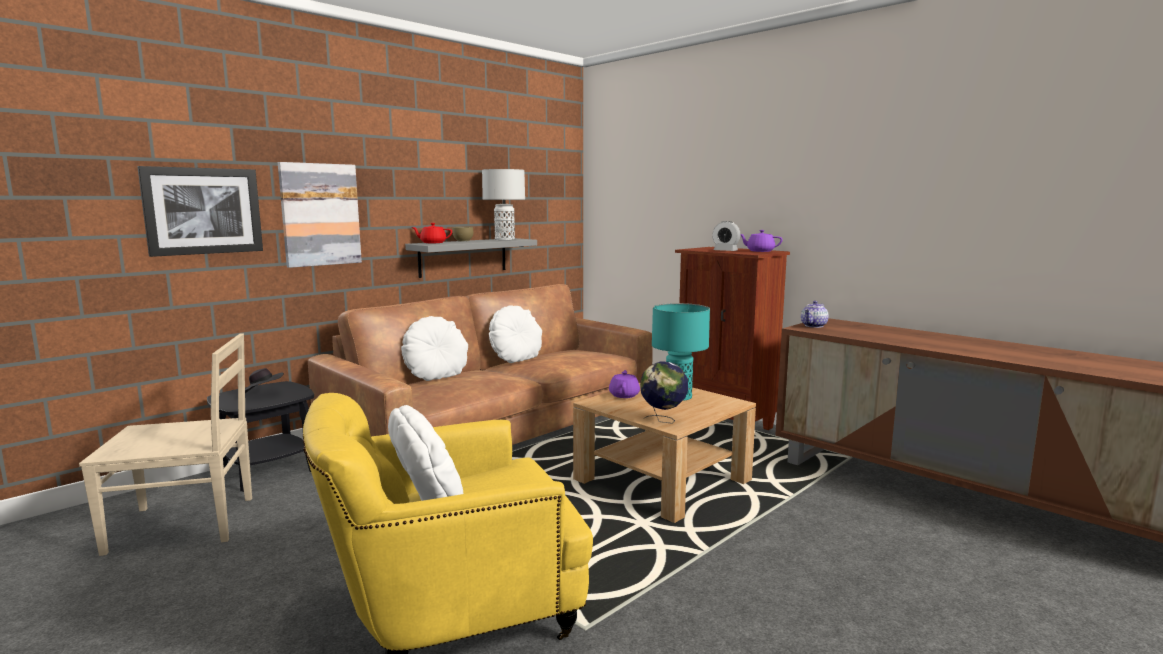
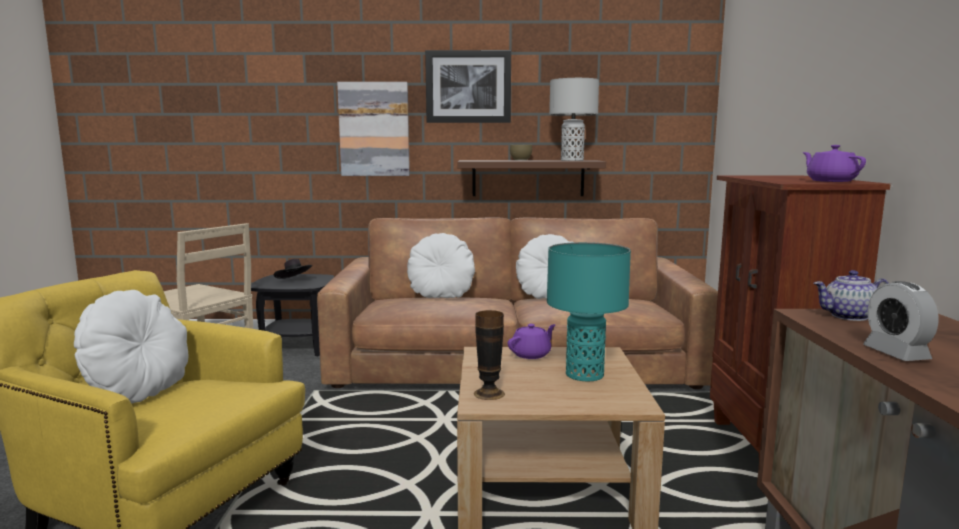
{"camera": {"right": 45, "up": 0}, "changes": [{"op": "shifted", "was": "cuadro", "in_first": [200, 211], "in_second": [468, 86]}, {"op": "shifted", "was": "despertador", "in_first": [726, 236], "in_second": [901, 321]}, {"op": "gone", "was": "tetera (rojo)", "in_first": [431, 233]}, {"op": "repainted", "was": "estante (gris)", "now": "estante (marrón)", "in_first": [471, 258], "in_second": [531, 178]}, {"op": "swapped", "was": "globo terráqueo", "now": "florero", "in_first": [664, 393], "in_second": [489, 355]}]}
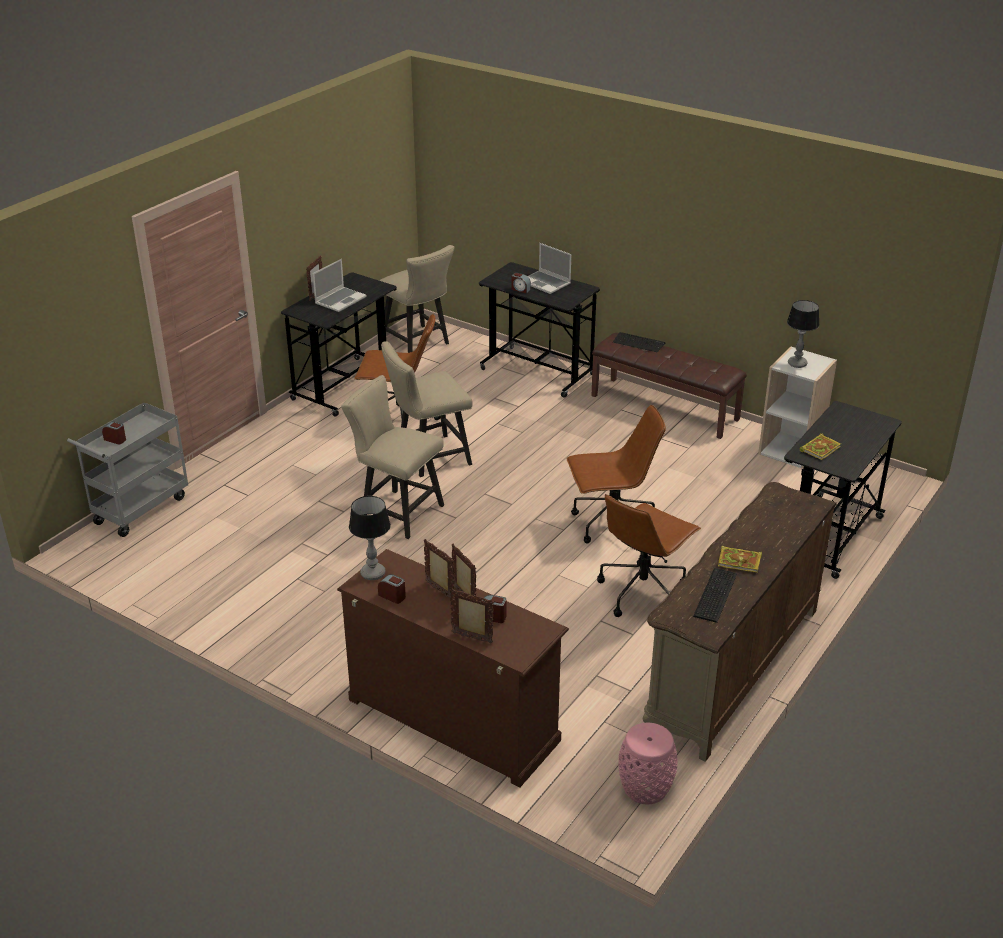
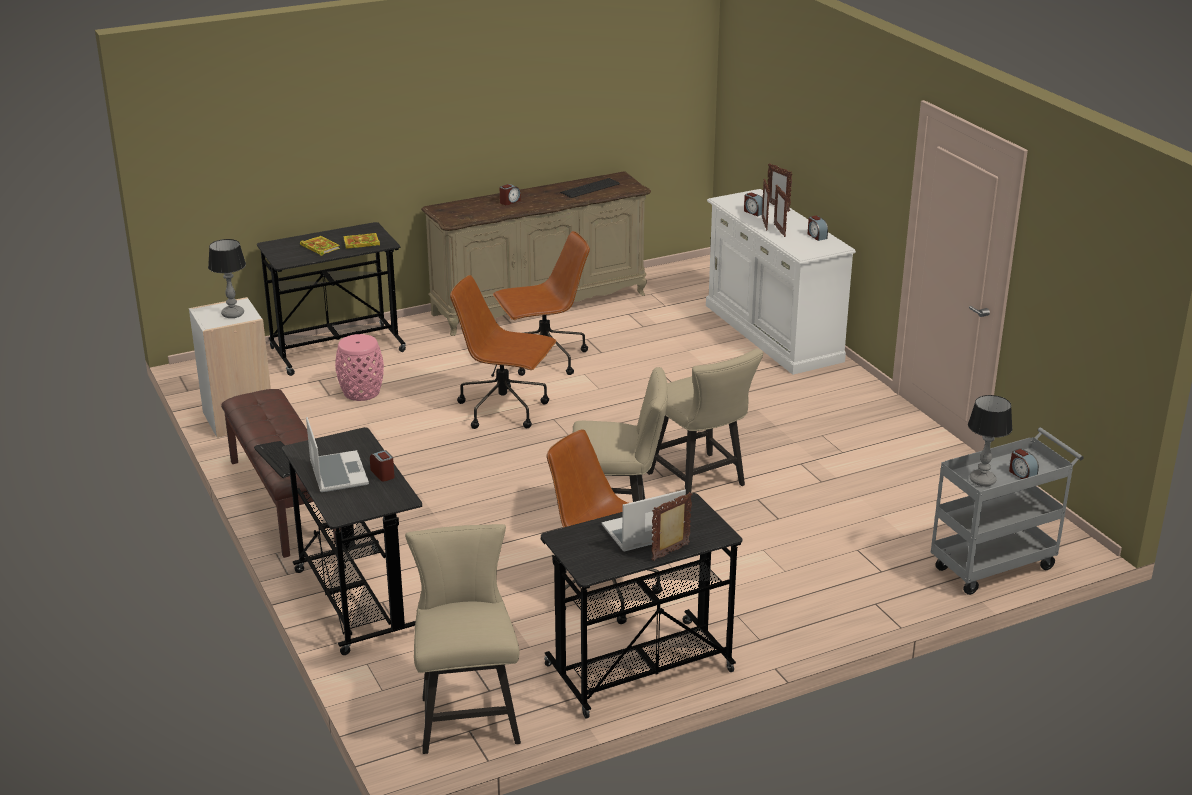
{"camera": {"right": -150, "up": -5}, "changes": [{"op": "shifted", "was": "lámpara de mesa", "in_first": [370, 538], "in_second": [990, 440]}, {"op": "shifted", "was": "libro", "in_first": [740, 559], "in_second": [320, 246]}, {"op": "repainted", "was": "armario (marrón)", "now": "armario (blanco)", "in_first": [453, 668], "in_second": [781, 282]}, {"op": "shifted", "was": "taburete (rosa)", "in_first": [648, 763], "in_second": [359, 367]}, {"op": "new", "now": "despertador", "in_second": [510, 194]}]}
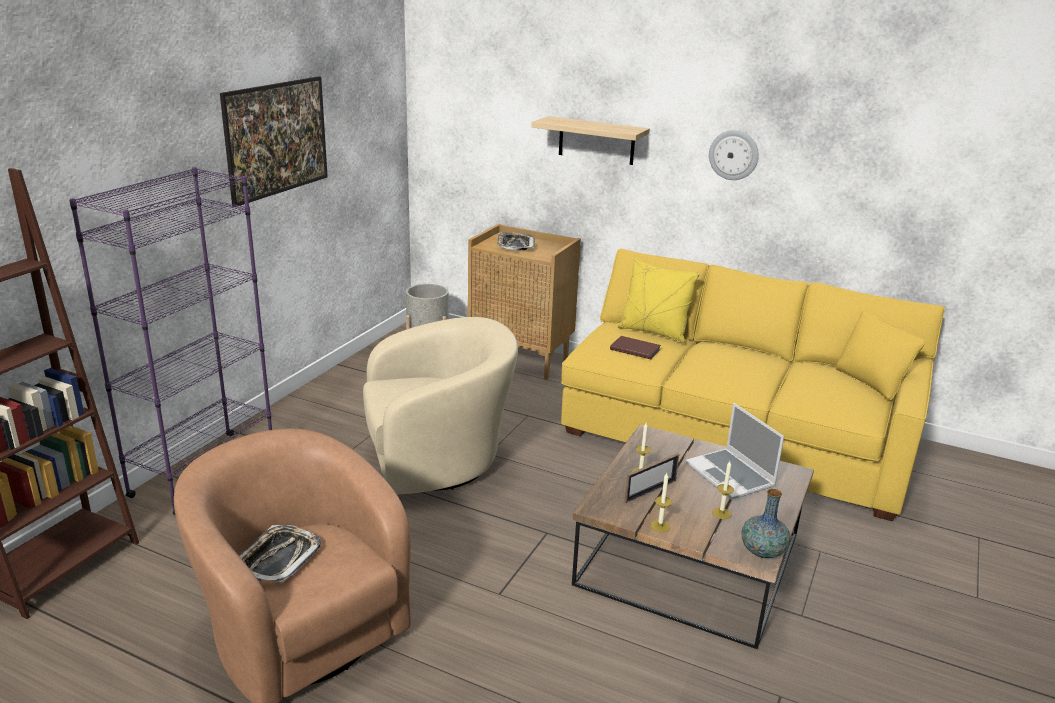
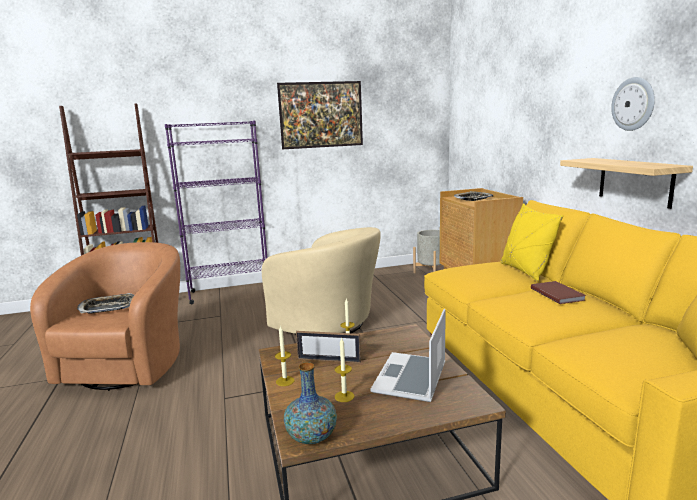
{"camera": {"right": 50, "up": -10}, "changes": [{"op": "shifted", "was": "estante", "in_first": [590, 140], "in_second": [626, 183]}, {"op": "shifted", "was": "libro (marrón)", "in_first": [635, 348], "in_second": [558, 292]}]}
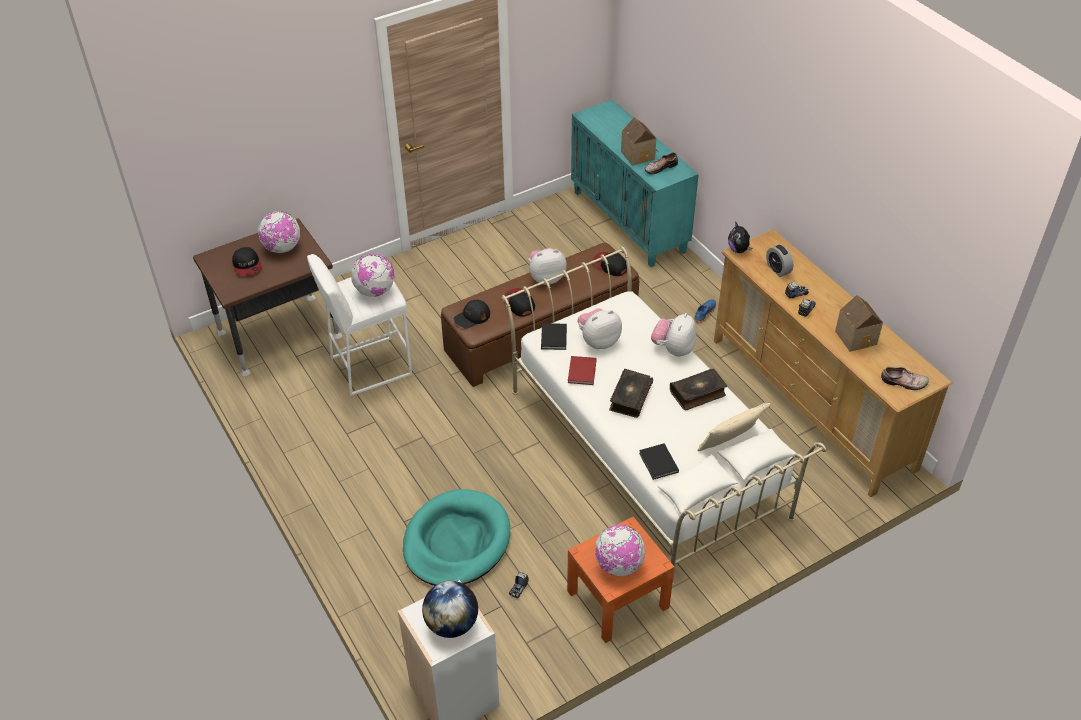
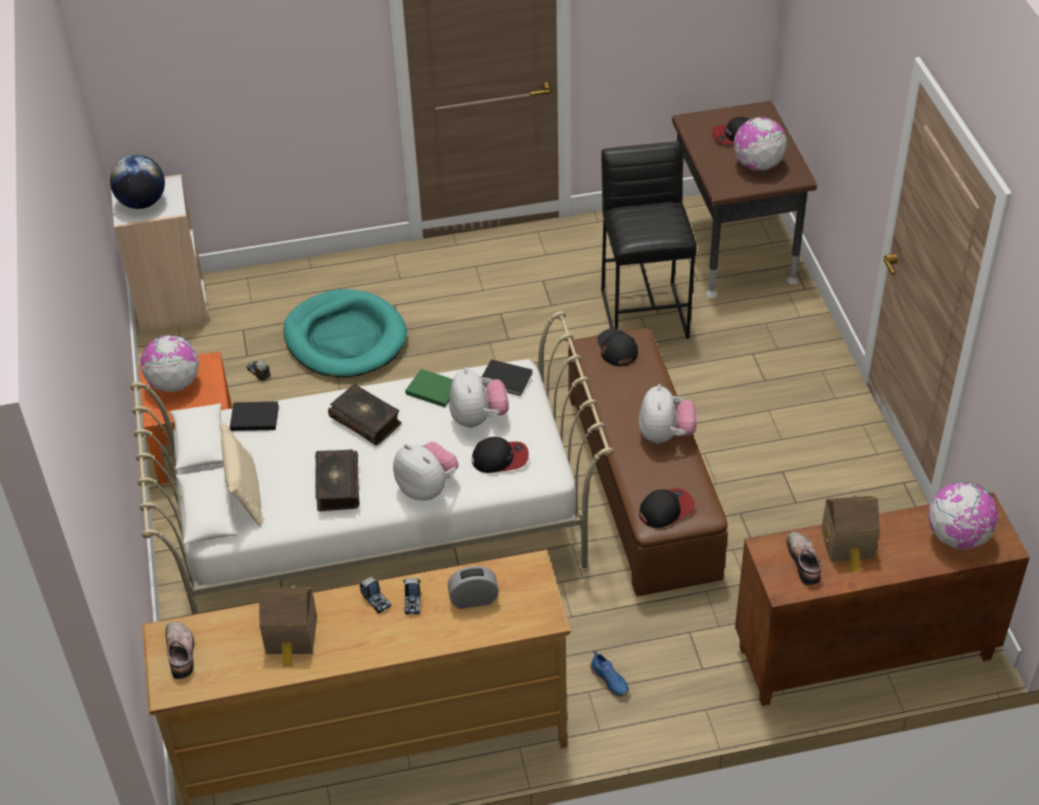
{"camera": {"right": 110, "up": 0}, "changes": [{"op": "repainted", "was": "armario (turquesa)", "now": "armario (marrón)", "in_first": [635, 183], "in_second": [882, 599]}, {"op": "gone", "was": "peluche", "in_first": [740, 237]}, {"op": "shifted", "was": "globo terráqueo", "in_first": [373, 275], "in_second": [964, 516]}, {"op": "repainted", "was": "taburete (blanco)", "now": "taburete (negro)", "in_first": [359, 325], "in_second": [649, 240]}, {"op": "shifted", "was": "gorra", "in_first": [519, 302], "in_second": [500, 455]}, {"op": "repainted", "was": "libro (rojo)", "now": "libro (verde)", "in_first": [582, 370], "in_second": [429, 388]}, {"op": "rotated", "was": "zapato", "in_first": [905, 378], "in_second": [179, 650], "clockwise": 135}]}
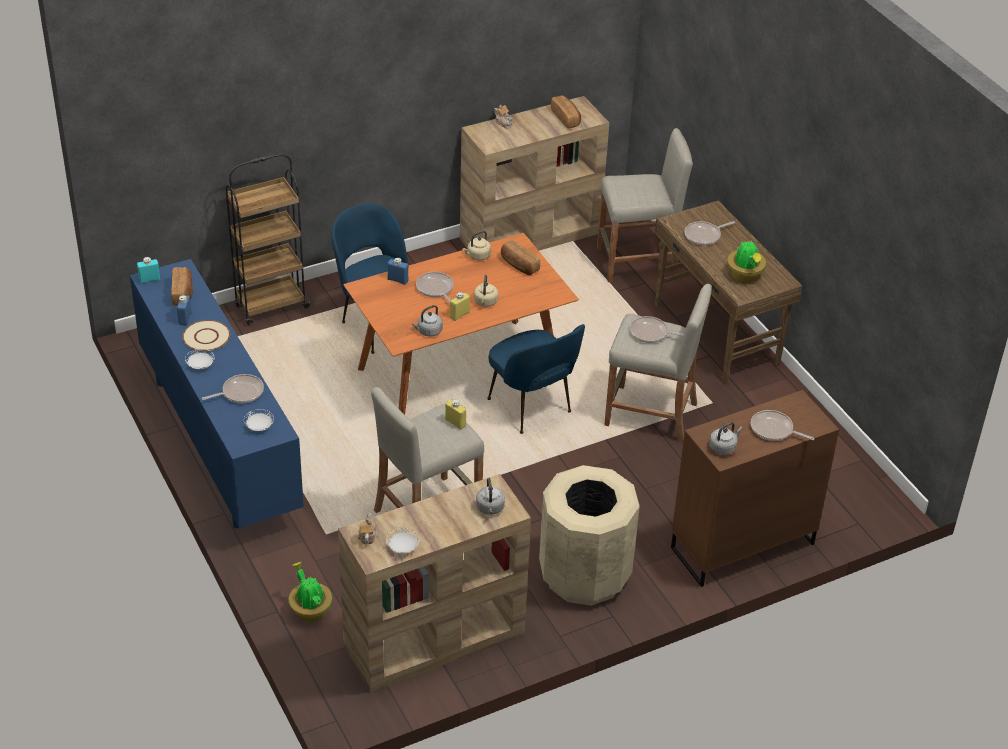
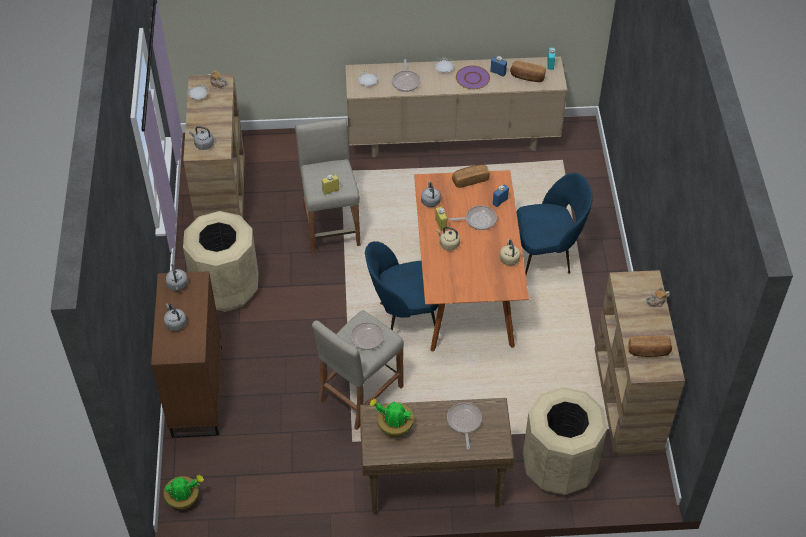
{"camera": {"right": 115, "up": 10}, "changes": [{"op": "swapped", "was": "taburete (beis)", "now": "papelera (beis)", "in_first": [645, 205], "in_second": [565, 441]}, {"op": "gone", "was": "carrito (marrón)", "in_first": [269, 239]}, {"op": "shifted", "was": "pan", "in_first": [520, 257], "in_second": [471, 176]}, {"op": "repainted", "was": "armario (azul)", "now": "armario (beis)", "in_first": [217, 393], "in_second": [456, 107]}, {"op": "repainted", "was": "plato (beis)", "now": "plato (morado)", "in_first": [206, 335], "in_second": [473, 77]}, {"op": "swapped", "was": "sartén", "now": "hervidor (gris)", "in_first": [782, 425], "in_second": [175, 317]}, {"op": "shifted", "was": "planta en maceta", "in_first": [310, 592], "in_second": [184, 492]}]}
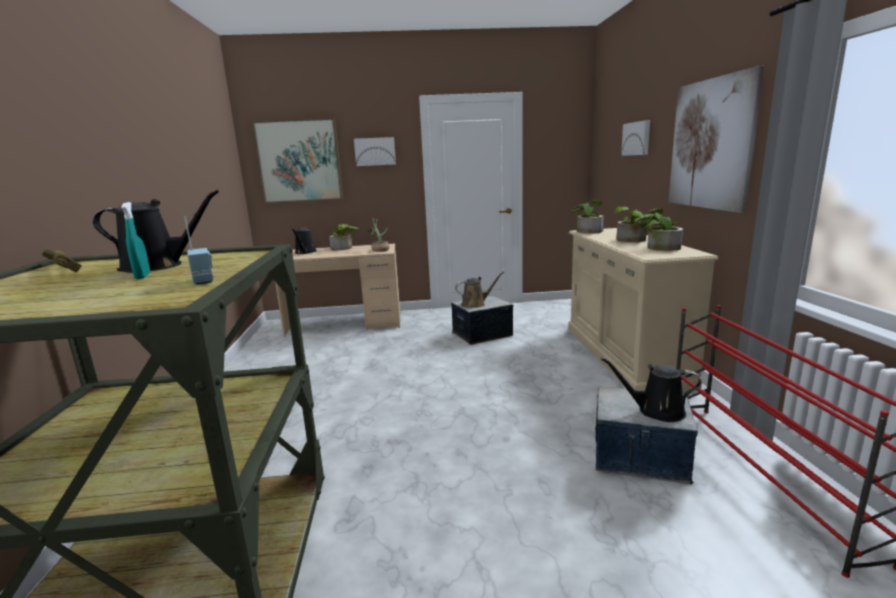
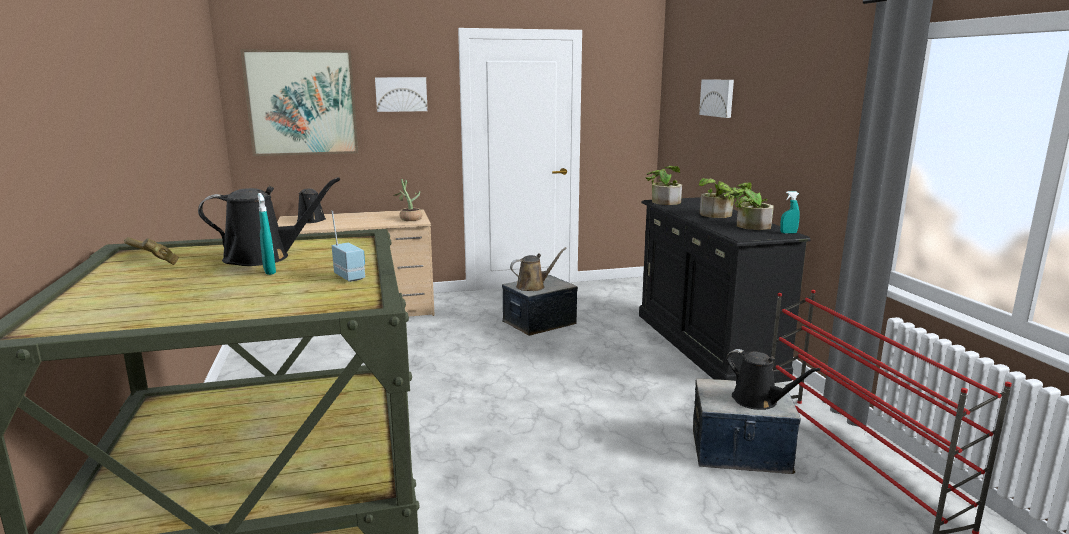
{"camera": {"right": -10, "up": 0}, "changes": [{"op": "gone", "was": "cuadro", "in_first": [717, 139]}, {"op": "gone", "was": "planta en maceta", "in_first": [344, 237]}, {"op": "repainted", "was": "armario (beis)", "now": "armario (negro)", "in_first": [643, 310], "in_second": [724, 290]}, {"op": "rotated", "was": "regadera (negro)", "in_first": [651, 390], "in_second": [774, 379], "clockwise": -135}, {"op": "new", "now": "pulverizador (turquesa)", "in_second": [790, 212]}]}
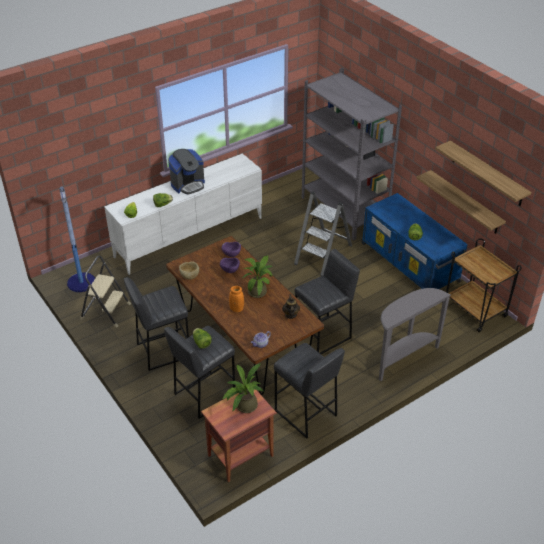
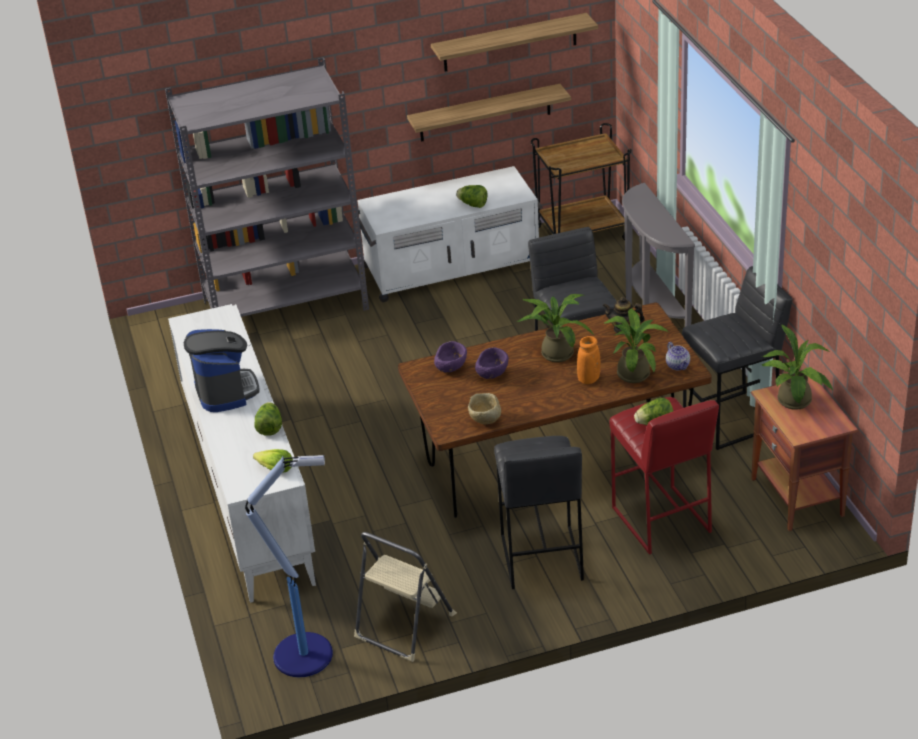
{"camera": {"right": -70, "up": -5}, "changes": [{"op": "gone", "was": "escalera de tijera (gris)", "in_first": [323, 233]}, {"op": "repainted", "was": "armario (azul)", "now": "armario (blanco)", "in_first": [414, 241], "in_second": [449, 234]}, {"op": "repainted", "was": "taburete (gris)", "now": "taburete (rojo)", "in_first": [199, 372], "in_second": [664, 476]}, {"op": "new", "now": "planta en maceta", "in_second": [636, 345]}]}
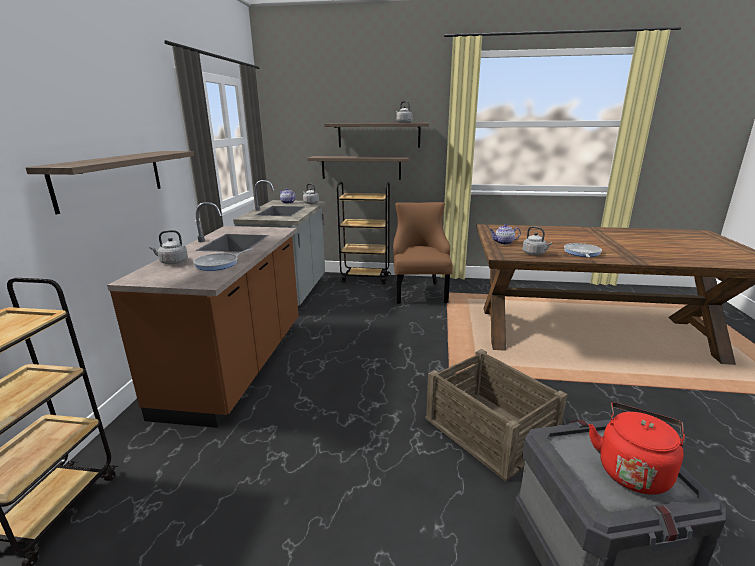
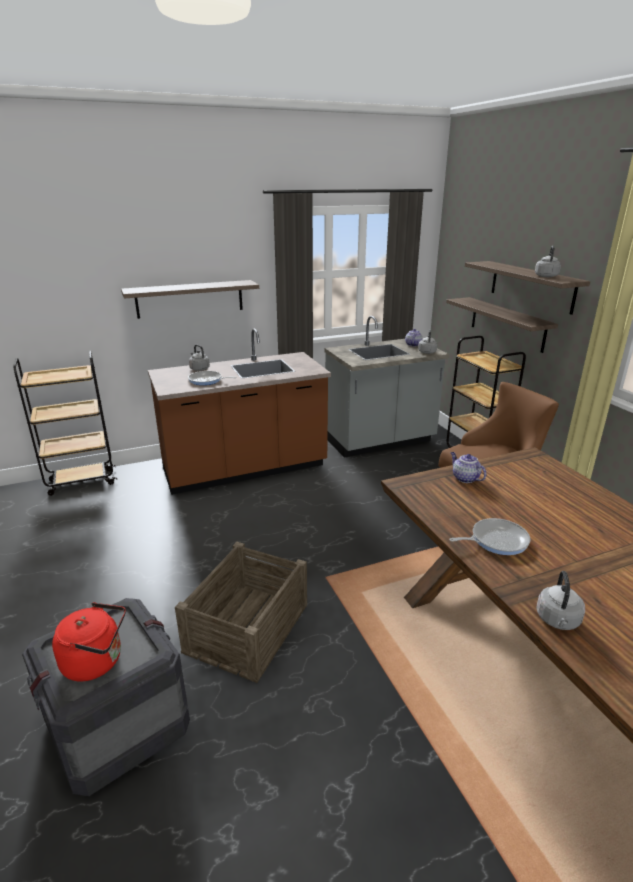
{"camera": {"right": 60, "up": 5}, "changes": [{"op": "shifted", "was": "hervidor (gris)", "in_first": [537, 240], "in_second": [560, 600]}]}
